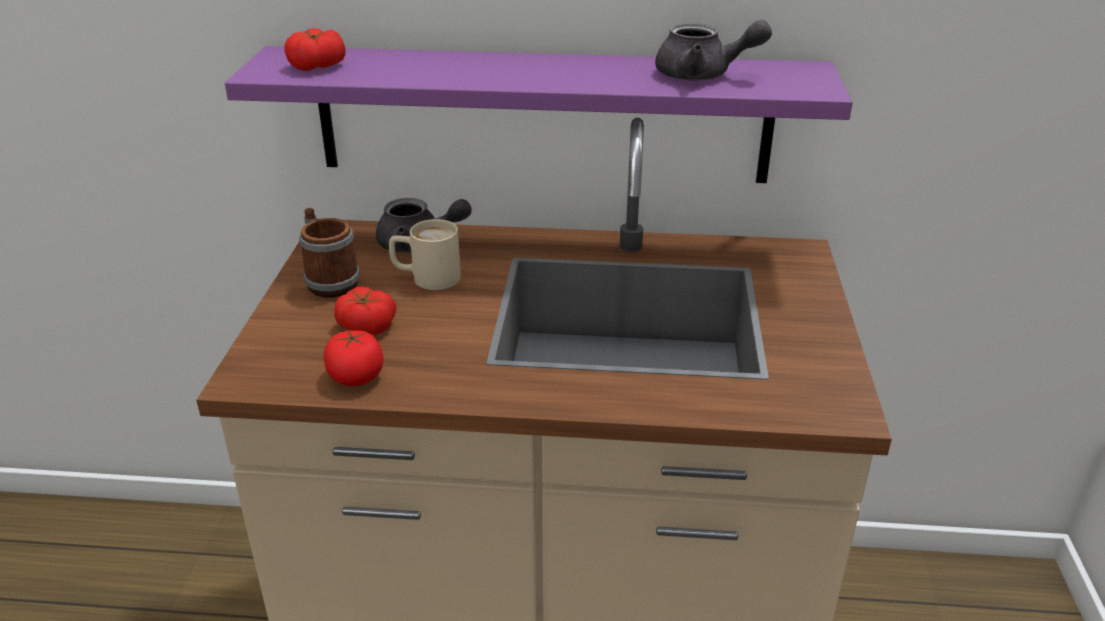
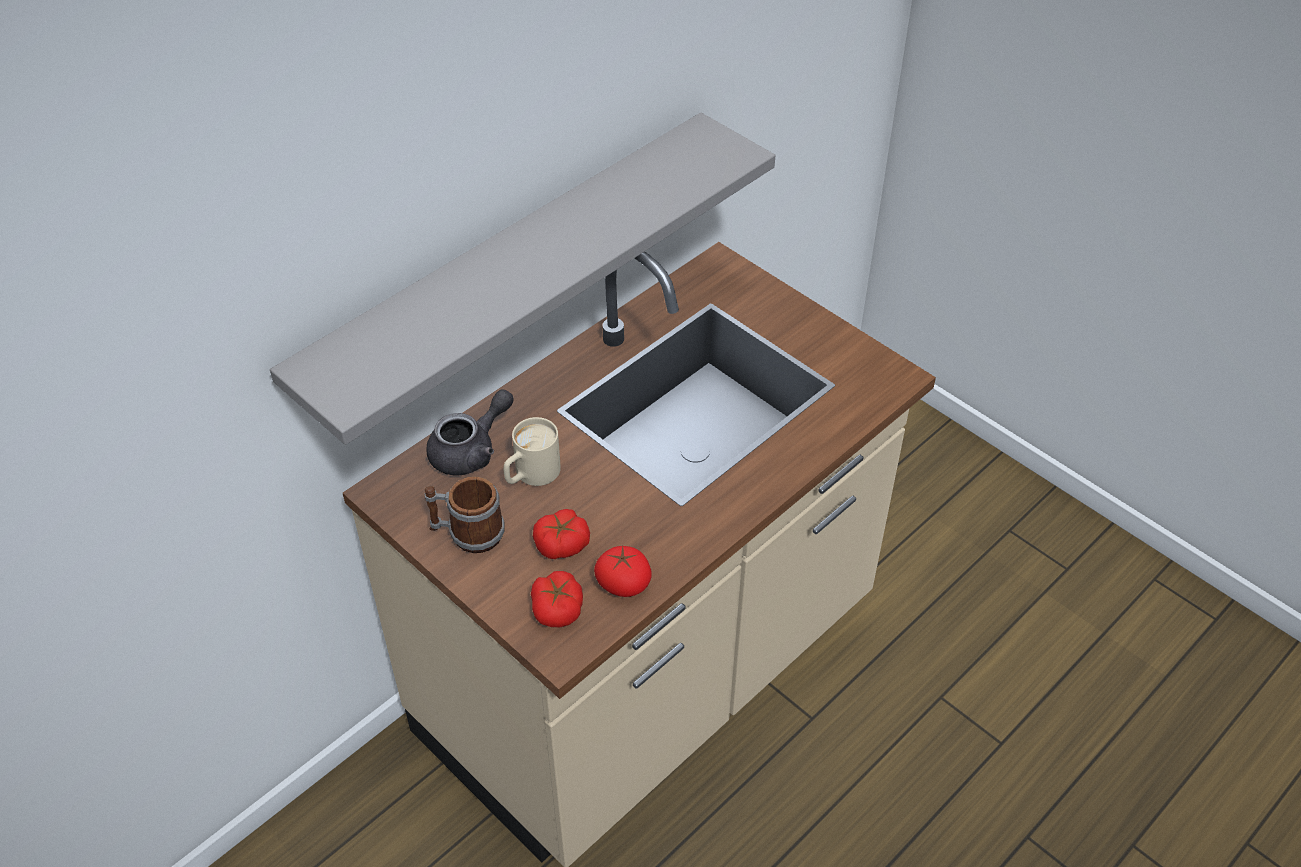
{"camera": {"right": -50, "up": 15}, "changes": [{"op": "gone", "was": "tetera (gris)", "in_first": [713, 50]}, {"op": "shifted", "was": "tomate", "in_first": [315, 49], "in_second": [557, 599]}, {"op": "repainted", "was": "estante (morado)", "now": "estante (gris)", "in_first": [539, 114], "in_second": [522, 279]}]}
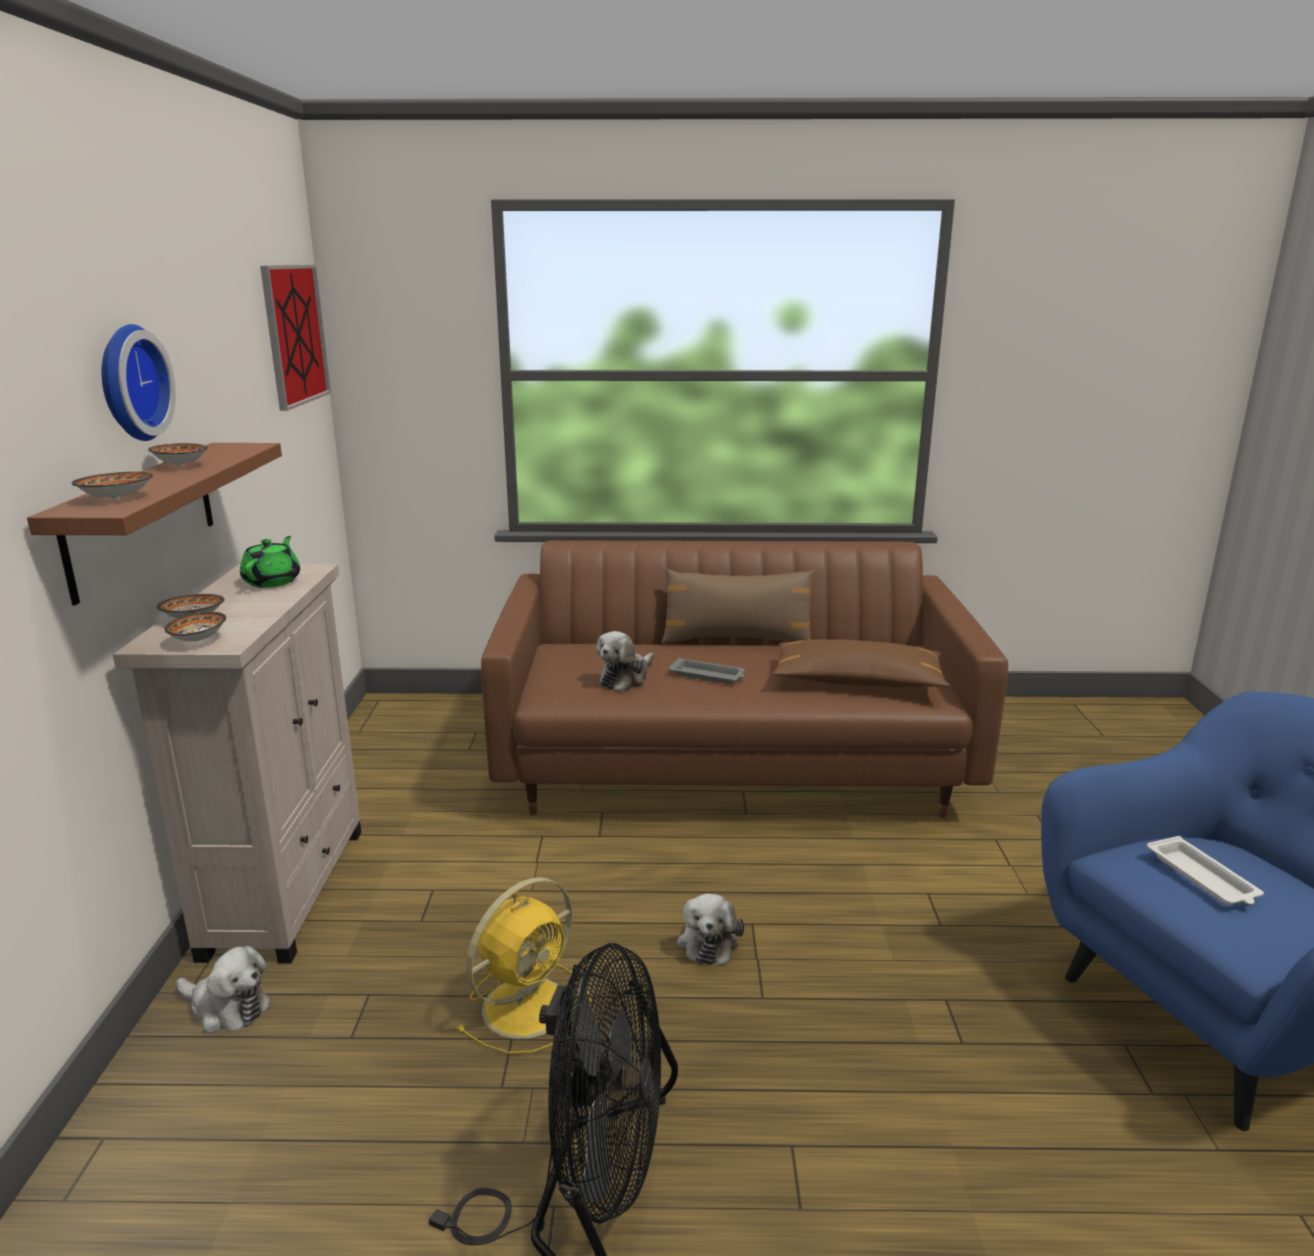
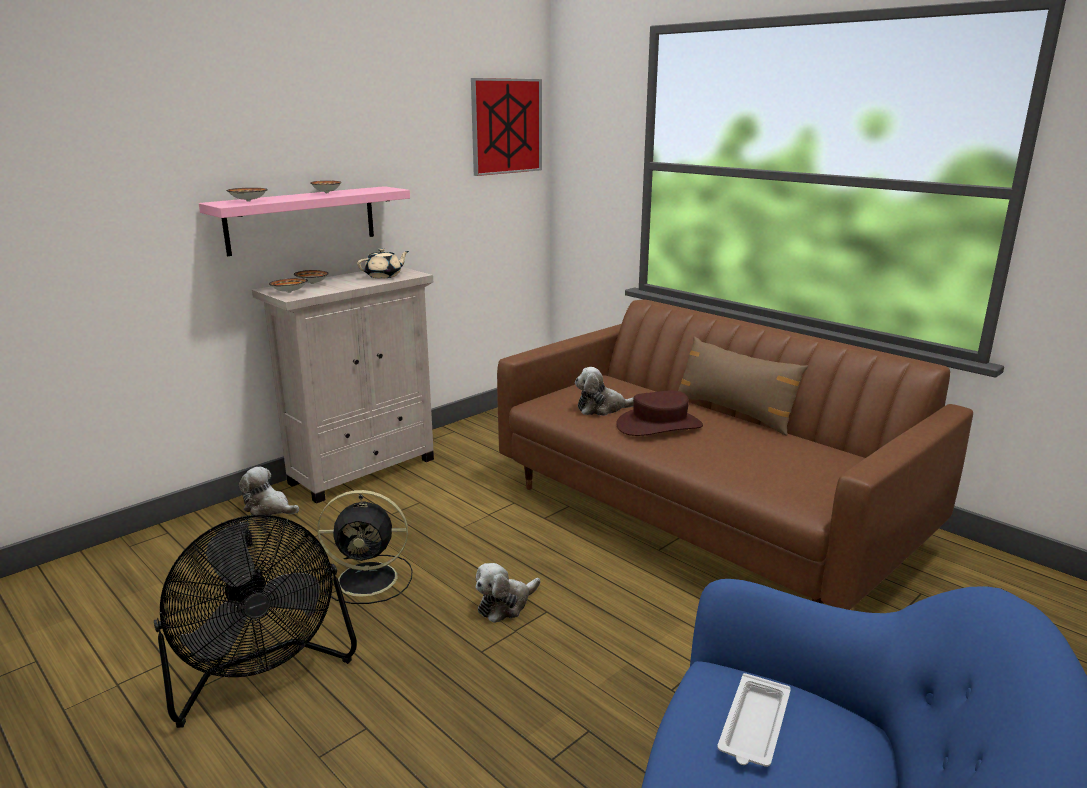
{"camera": {"right": 45, "up": 0}, "changes": [{"op": "gone", "was": "reloj de pared", "in_first": [139, 382]}, {"op": "repainted", "was": "estante (marrón)", "now": "estante (rosa)", "in_first": [154, 524], "in_second": [304, 221]}, {"op": "repainted", "was": "tetera (verde)", "now": "tetera (beis)", "in_first": [270, 562], "in_second": [383, 263]}, {"op": "gone", "was": "cojín (marrón)", "in_first": [861, 663]}, {"op": "swapped", "was": "bandeja (gris)", "now": "sombrero (marrón)", "in_first": [706, 670], "in_second": [659, 413]}, {"op": "repainted", "was": "ventilador (amarillo)", "now": "ventilador (negro)", "in_first": [523, 965], "in_second": [364, 547]}, {"op": "rotated", "was": "peluche", "in_first": [223, 989], "in_second": [269, 491], "clockwise": 135}]}
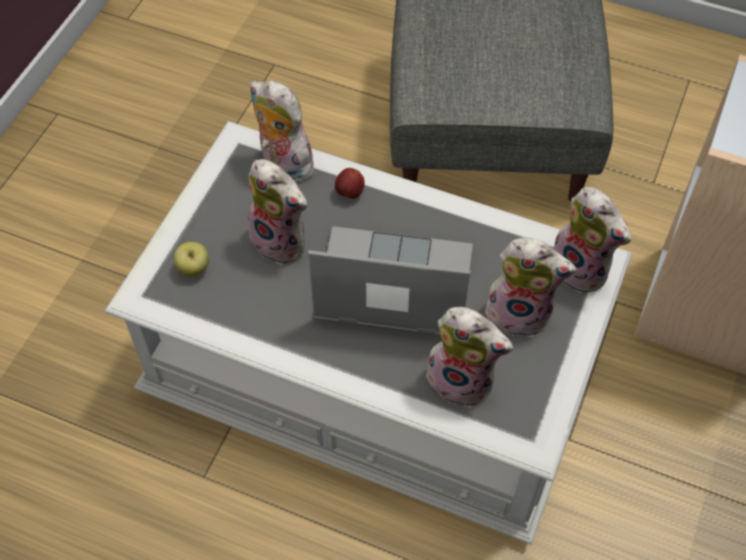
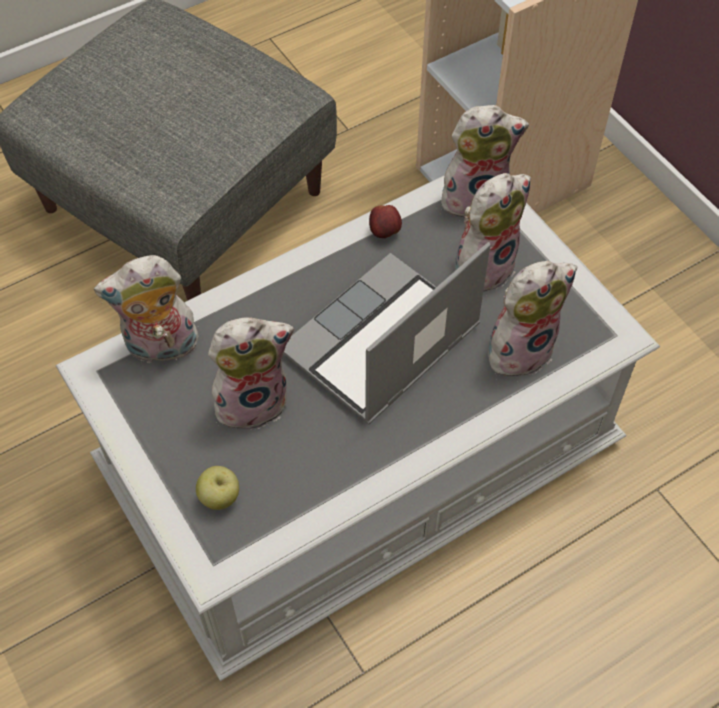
{"camera": {"right": -55, "up": 0}, "changes": [{"op": "shifted", "was": "manzana", "in_first": [350, 183], "in_second": [385, 221]}]}
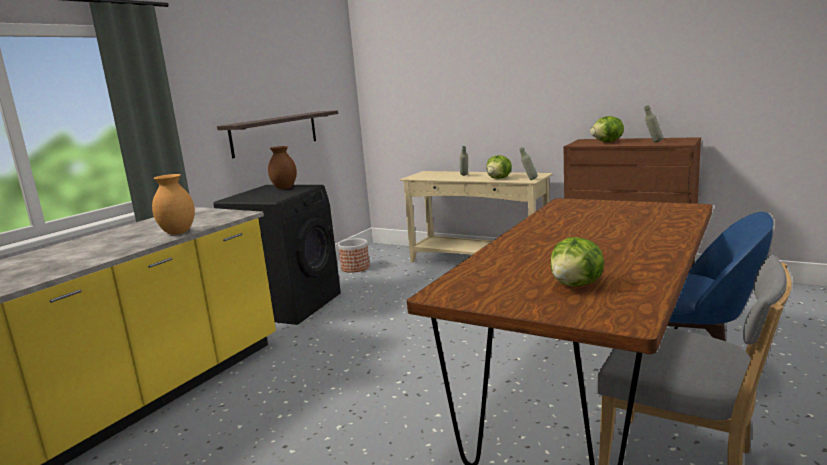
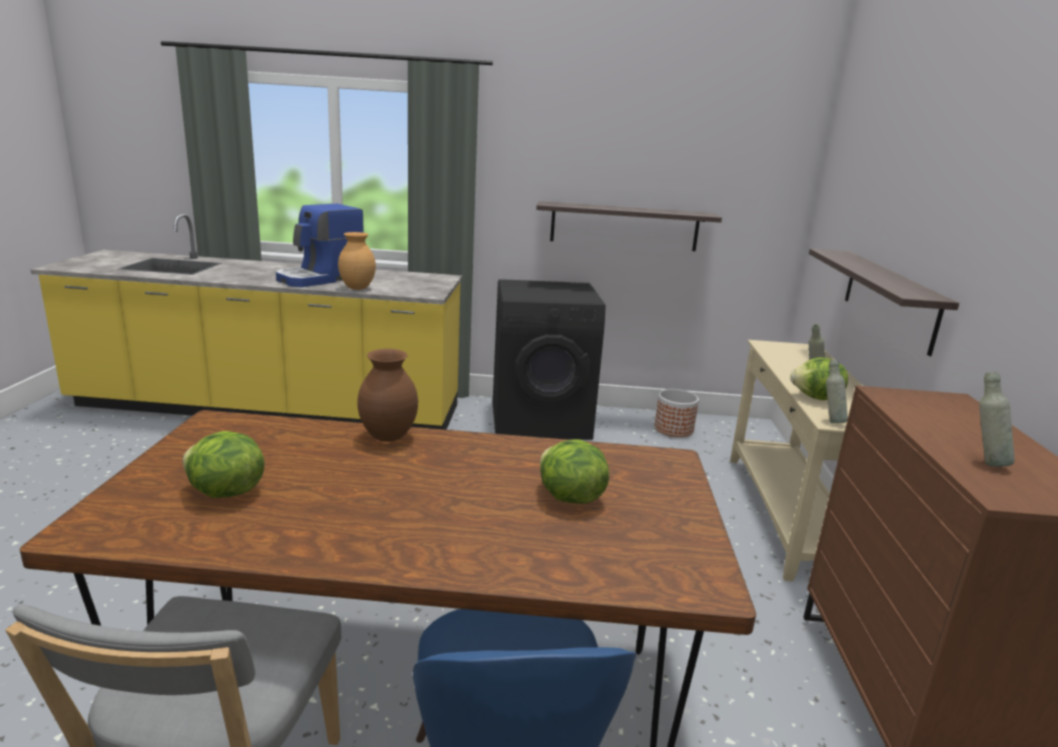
{"camera": {"right": 60, "up": 5}, "changes": [{"op": "shifted", "was": "lechuga", "in_first": [607, 129], "in_second": [574, 471]}, {"op": "shifted", "was": "florero (marrón)", "in_first": [282, 167], "in_second": [387, 395]}, {"op": "new", "now": "cafetera", "in_second": [320, 245]}, {"op": "new", "now": "estante", "in_second": [884, 302]}]}
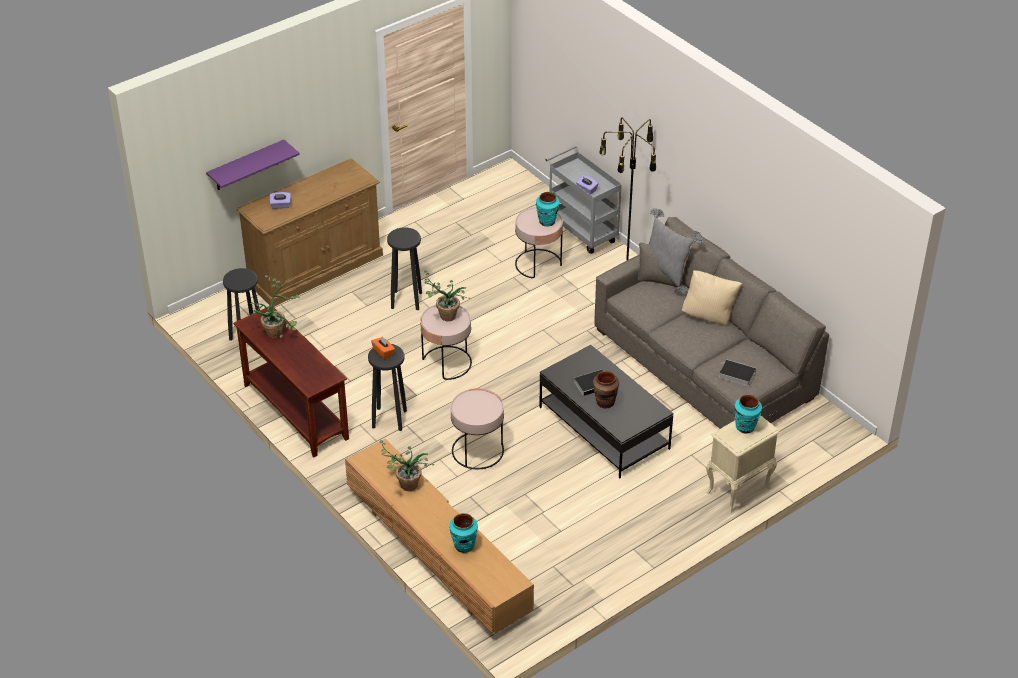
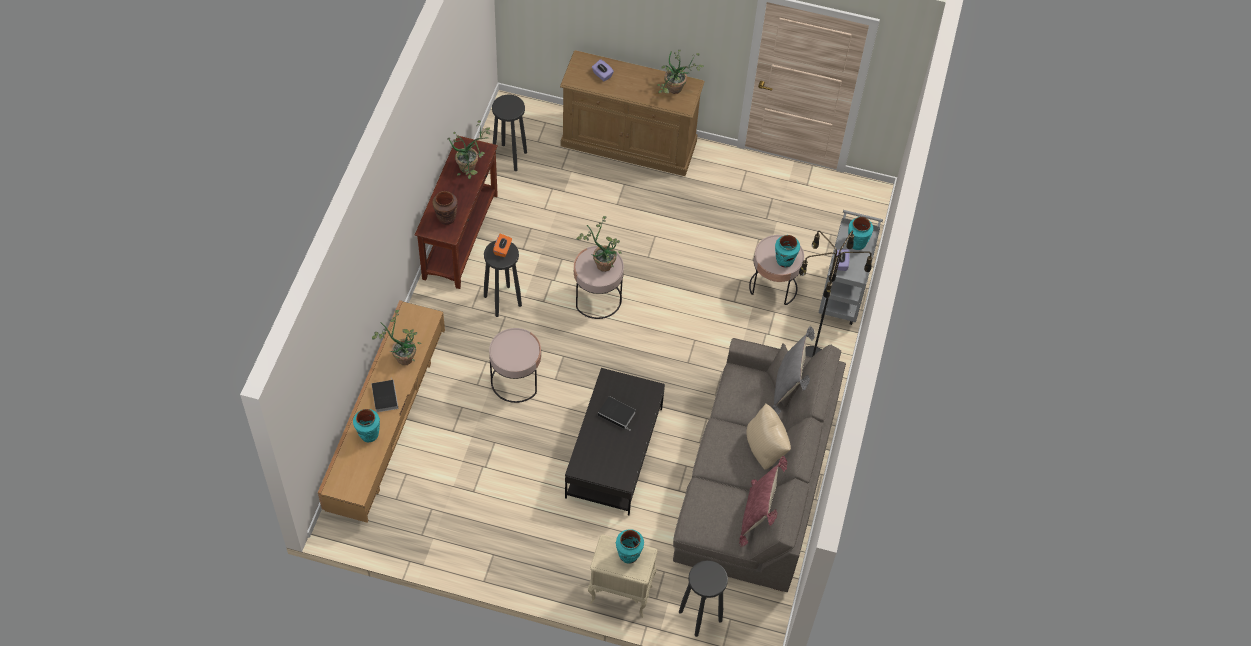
{"camera": {"right": 50, "up": 15}, "changes": [{"op": "gone", "was": "estante (morado)", "in_first": [253, 165]}, {"op": "shifted", "was": "taburete (negro)", "in_first": [404, 268], "in_second": [703, 598]}, {"op": "shifted", "was": "libro", "in_first": [737, 373], "in_second": [384, 396]}, {"op": "shifted", "was": "florero (marrón)", "in_first": [606, 389], "in_second": [445, 208]}, {"op": "new", "now": "planta en maceta", "in_second": [680, 72]}, {"op": "new", "now": "florero (turquesa)", "in_second": [860, 233]}, {"op": "new", "now": "cojín (rojo)", "in_second": [763, 501]}]}
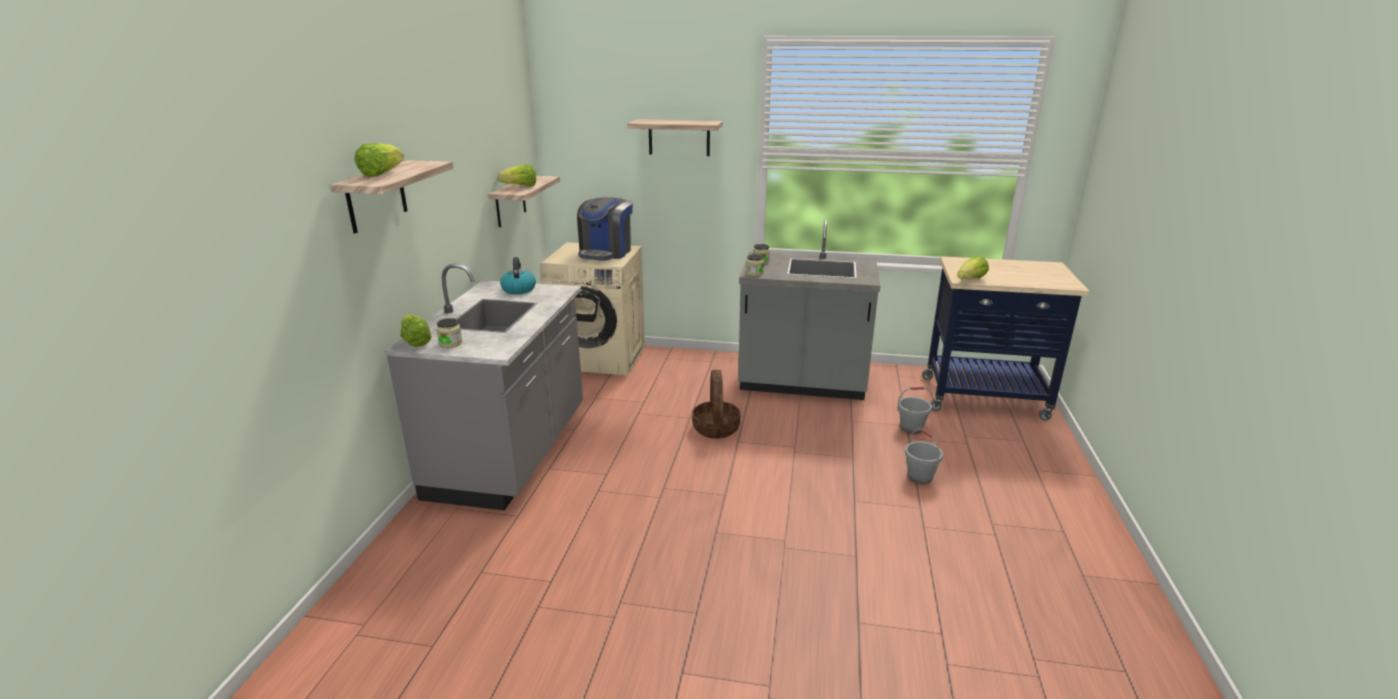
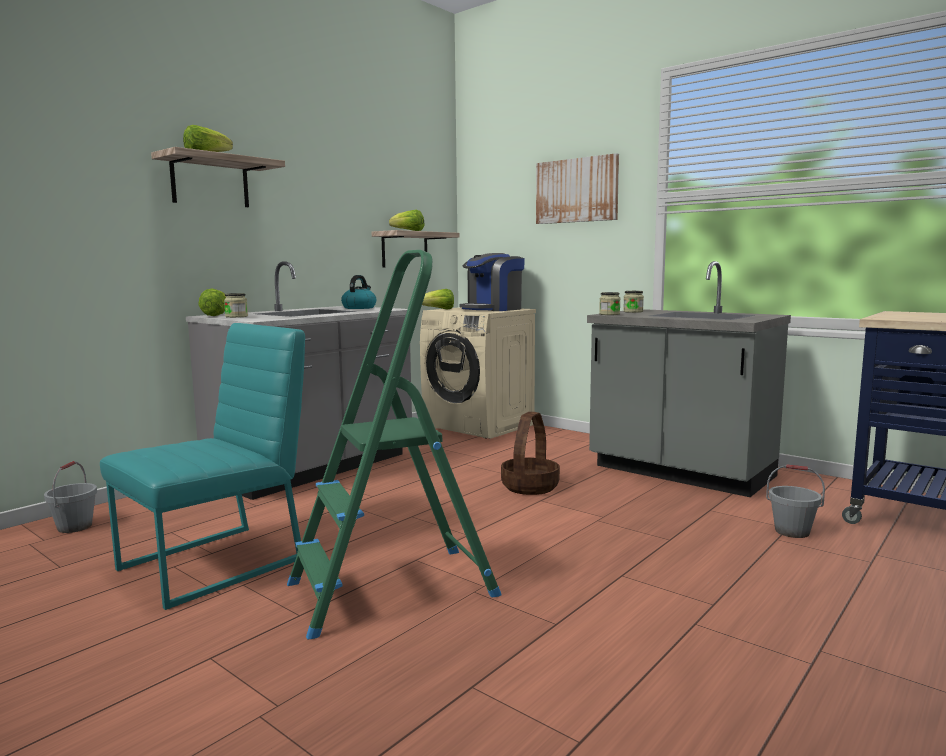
{"camera": {"right": 30, "up": -15}, "changes": [{"op": "swapped", "was": "estante", "now": "cuadro", "in_first": [675, 137], "in_second": [577, 188]}, {"op": "shifted", "was": "lechuga", "in_first": [973, 267], "in_second": [438, 299]}, {"op": "shifted", "was": "cubo (gris)", "in_first": [924, 456], "in_second": [70, 497]}, {"op": "new", "now": "escalera de tijera (verde)", "in_second": [394, 445]}, {"op": "new", "now": "silla (turquesa)", "in_second": [202, 466]}]}
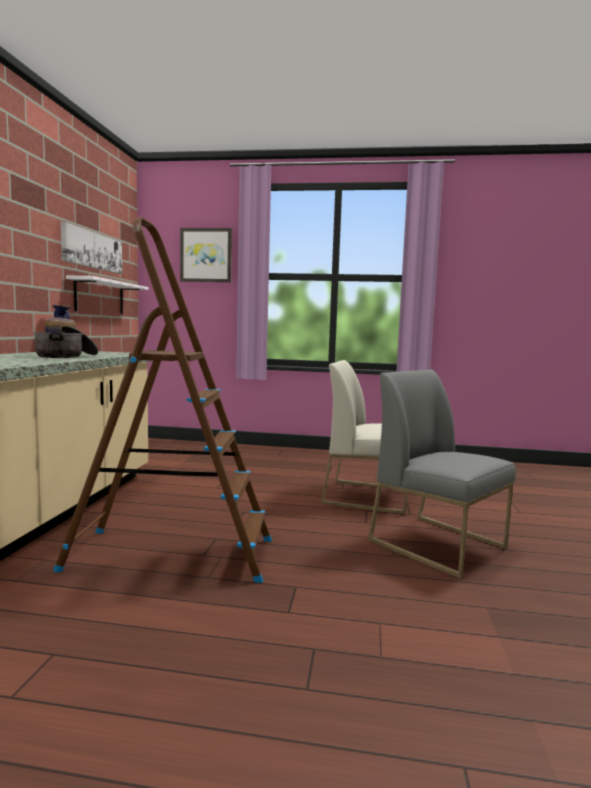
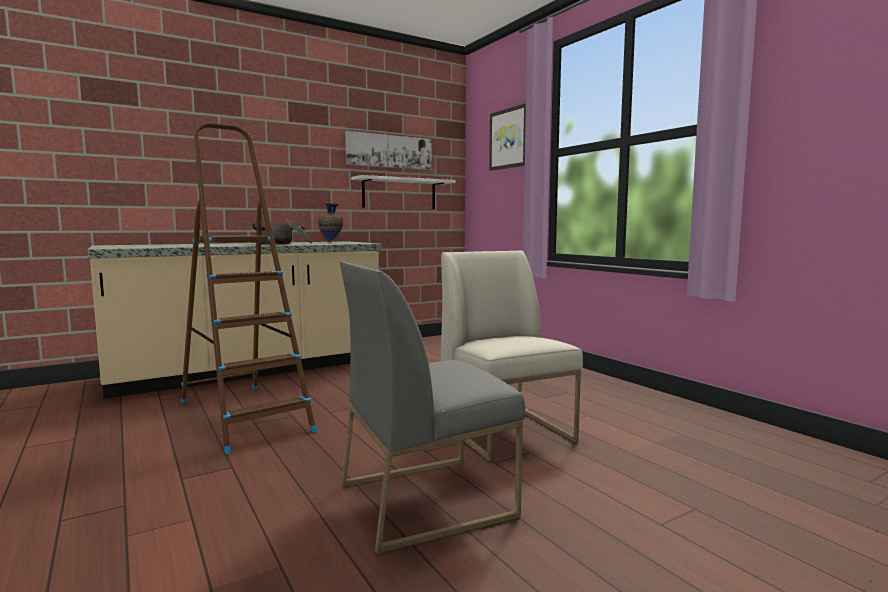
{"camera": {"right": 50, "up": 0}, "changes": [{"op": "rotated", "was": "silla (gris)", "in_first": [442, 474], "in_second": [432, 407], "clockwise": -120}]}
